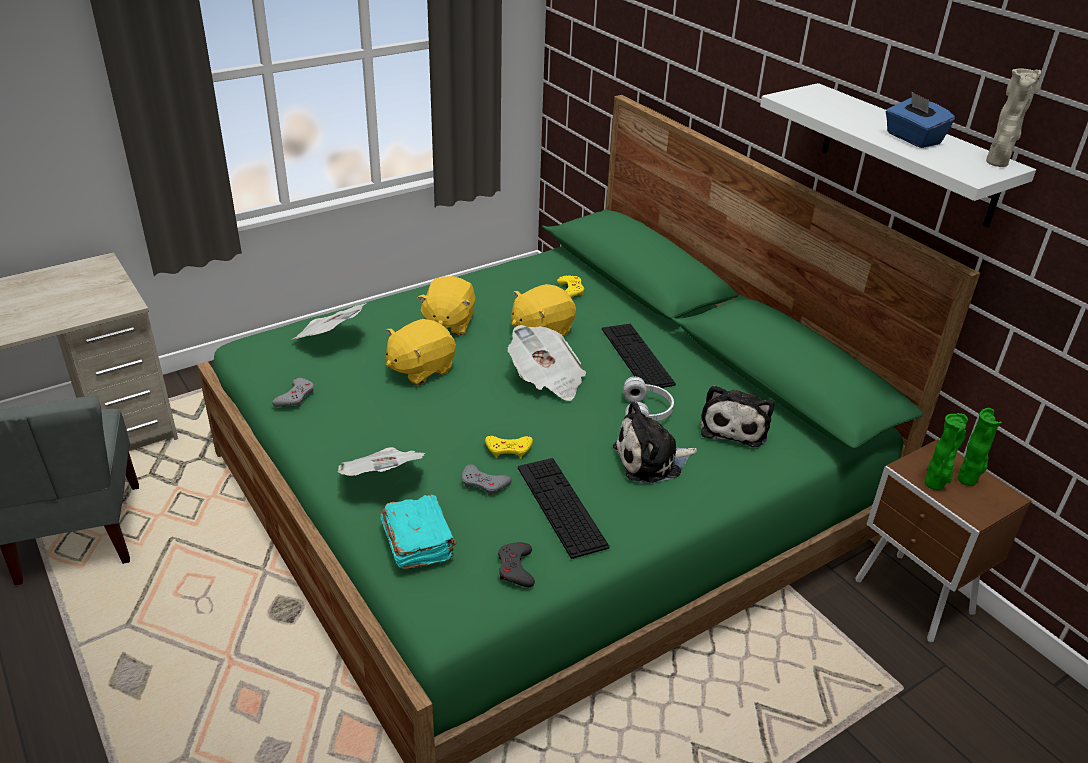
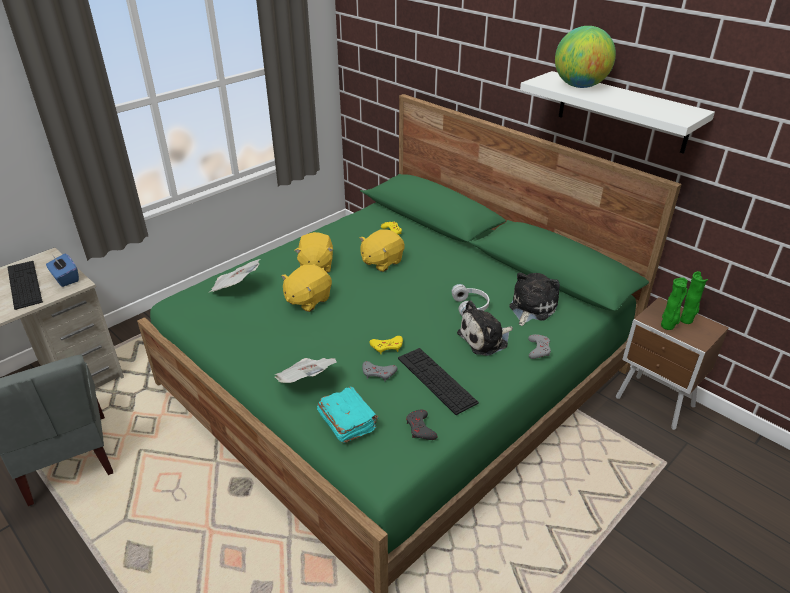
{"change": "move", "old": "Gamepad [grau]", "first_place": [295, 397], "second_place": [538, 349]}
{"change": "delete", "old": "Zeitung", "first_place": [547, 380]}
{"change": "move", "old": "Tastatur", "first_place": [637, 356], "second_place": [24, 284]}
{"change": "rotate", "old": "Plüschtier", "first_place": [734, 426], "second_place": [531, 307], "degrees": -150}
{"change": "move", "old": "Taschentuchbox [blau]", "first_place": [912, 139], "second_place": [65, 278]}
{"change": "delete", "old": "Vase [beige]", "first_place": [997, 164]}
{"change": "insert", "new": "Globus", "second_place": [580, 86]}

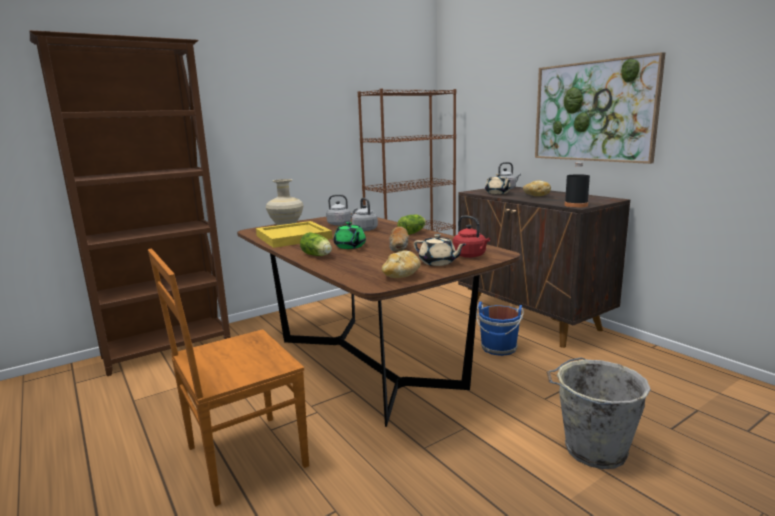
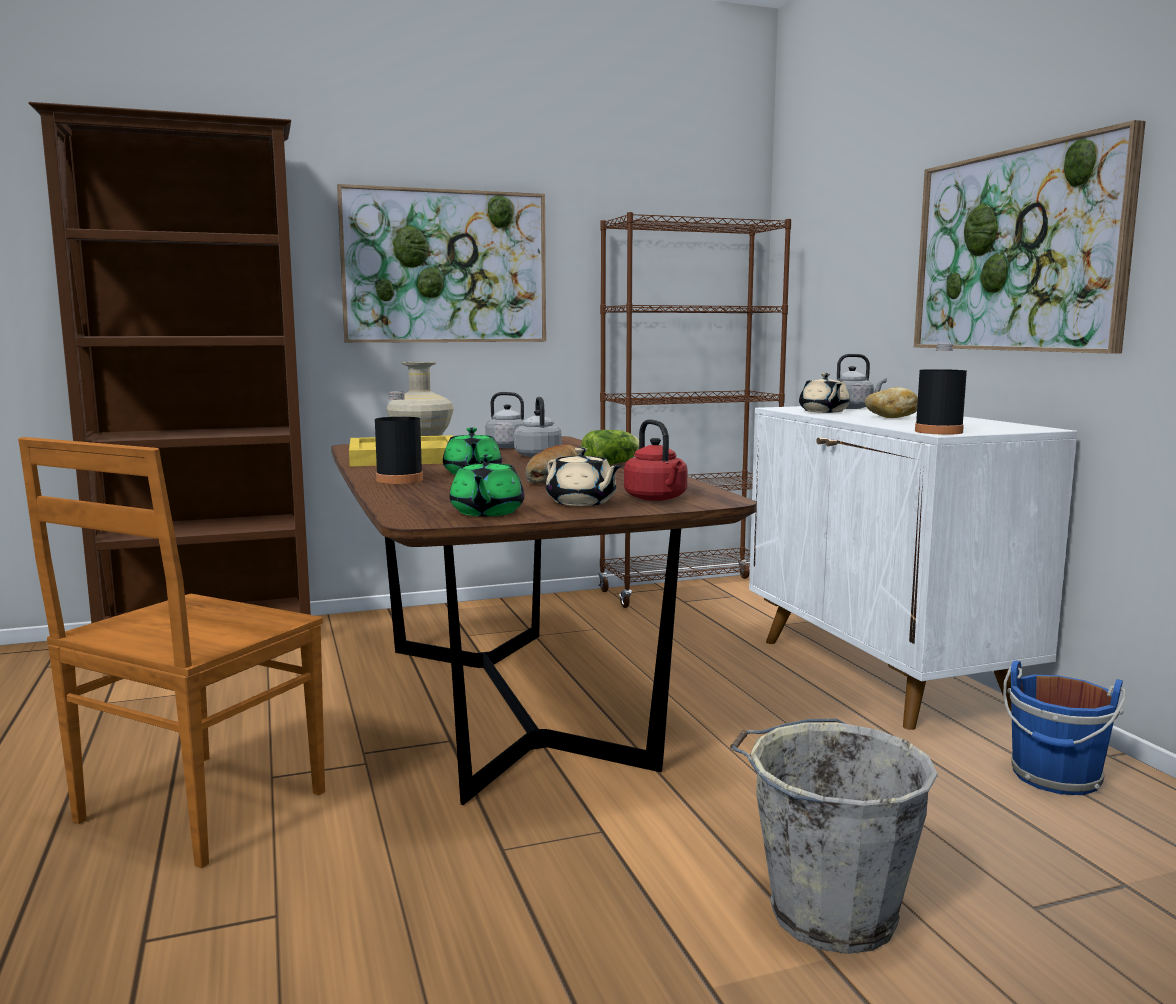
{"change": "rotate", "old": "Stuhl [braun]", "first_place": [242, 458], "second_place": [196, 809], "degrees": -45}
{"change": "replace", "old": "Salatkopf", "new": "Flasche [schwarz]", "first_place": [317, 256], "second_place": [399, 480]}
{"change": "replace", "old": "Brot", "new": "Teekanne [grün]", "first_place": [401, 276], "second_place": [486, 513]}
{"change": "recolor", "old": "Schrank [braun]", "new": "Schrank [weiß]", "first_place": [532, 319], "second_place": [882, 673]}
{"change": "move", "old": "Eimer [blau]", "first_place": [499, 348], "second_place": [1056, 778]}
{"change": "insert", "new": "Bild", "second_place": [445, 267]}

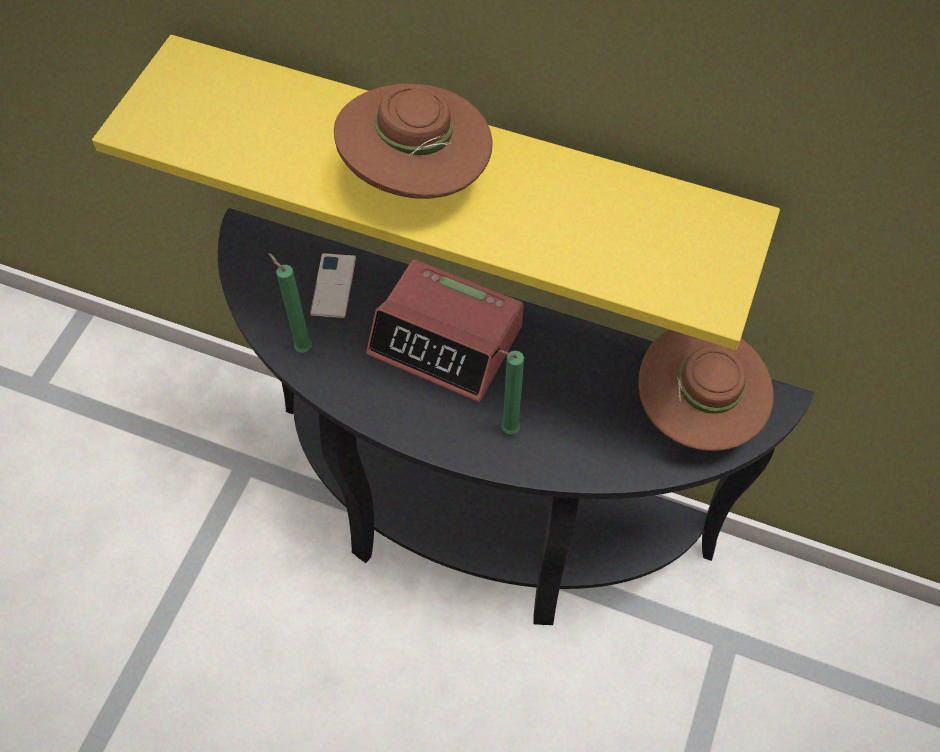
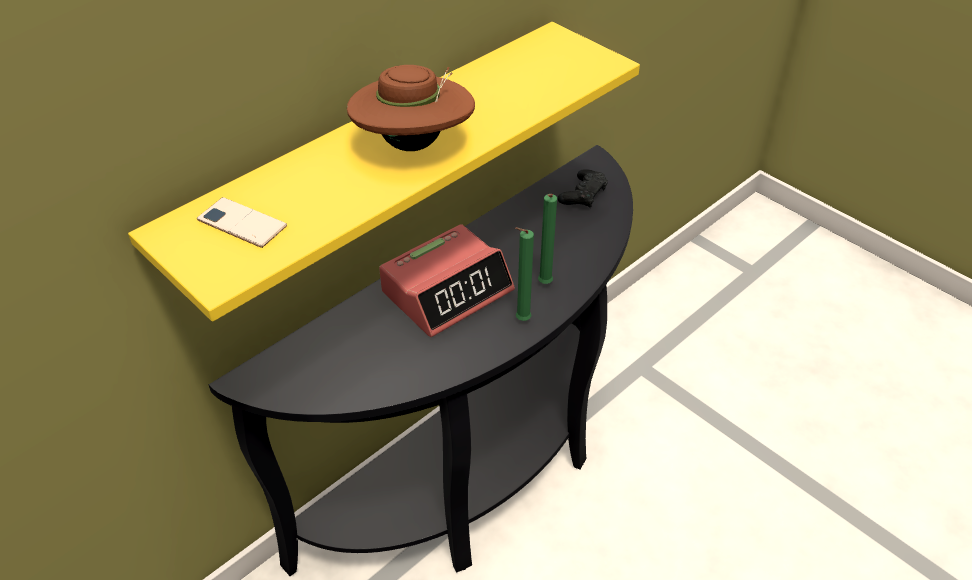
{"change": "move", "old": "Kerze [grün]", "first_place": [301, 347], "second_place": [520, 320]}
{"change": "move", "old": "Handy", "first_place": [333, 286], "second_place": [242, 223]}
{"change": "replace", "old": "Hut [braun]", "new": "Gamepad [schwarz]", "first_place": [696, 412], "second_place": [583, 194]}

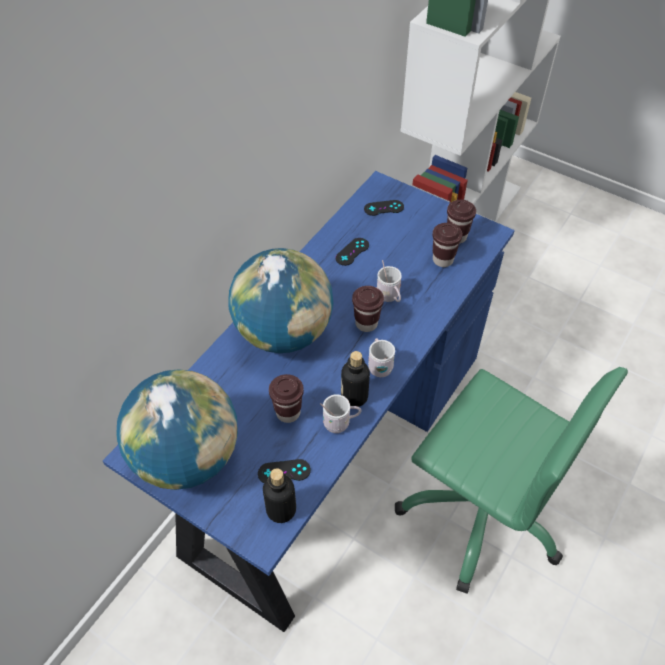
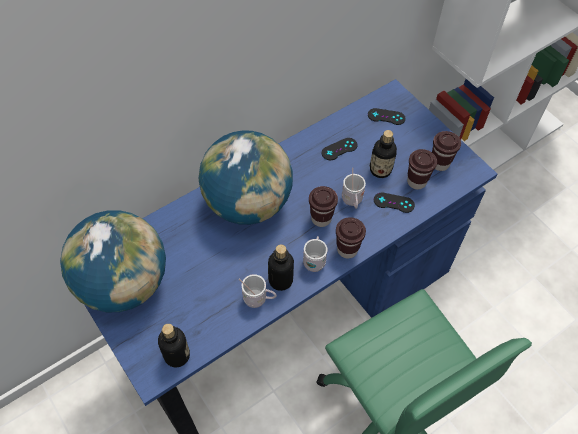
{"change": "move", "old": "Gamepad [schwarz]", "first_place": [284, 472], "second_place": [394, 202]}
{"change": "move", "old": "Tasse [braun]", "first_place": [288, 413], "second_place": [347, 249]}
{"change": "insert", "new": "Flasche", "second_place": [380, 170]}

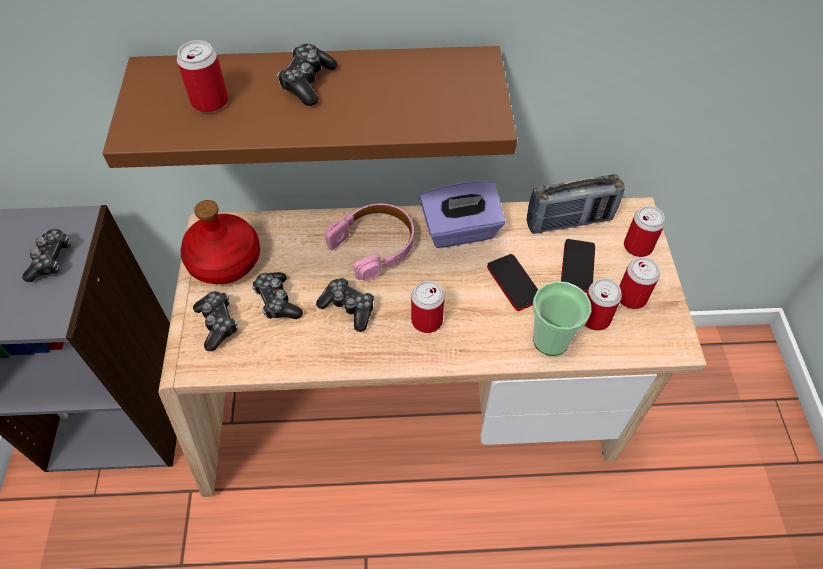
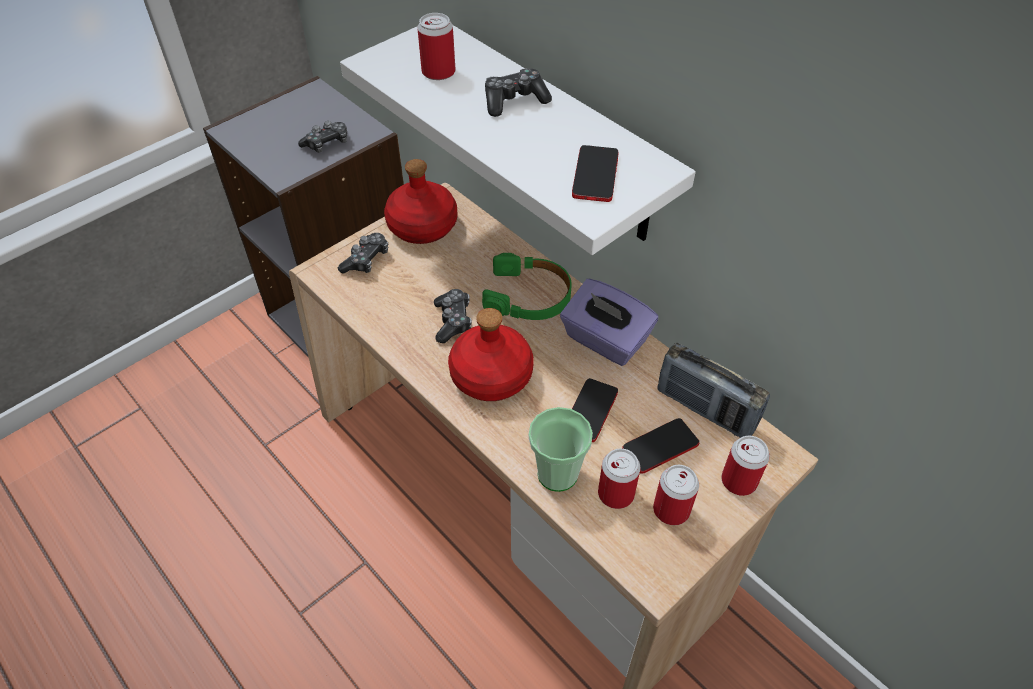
{"change": "recolor", "old": "Wandregal [braun]", "new": "Wandregal [weiß]", "first_place": [321, 95], "second_place": [552, 132]}
{"change": "delete", "old": "Gamepad", "first_place": [277, 301]}
{"change": "recolor", "old": "Kopfhörer [rosa]", "new": "Kopfhörer [grün]", "first_place": [374, 245], "second_place": [528, 297]}
{"change": "replace", "old": "Dose", "new": "Flasche [rot]", "first_place": [427, 320], "second_place": [490, 376]}
{"change": "insert", "new": "Handy", "second_place": [595, 175]}

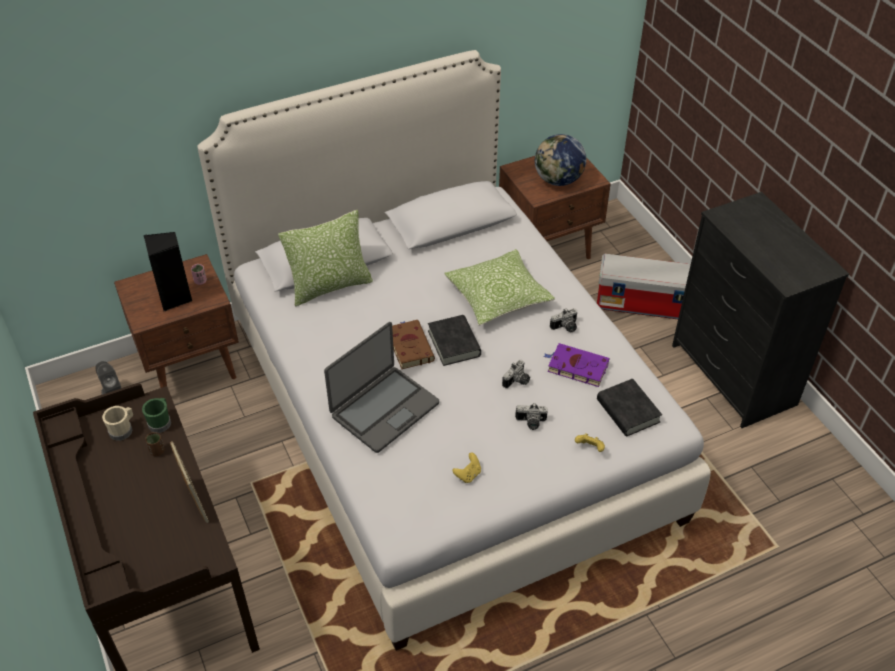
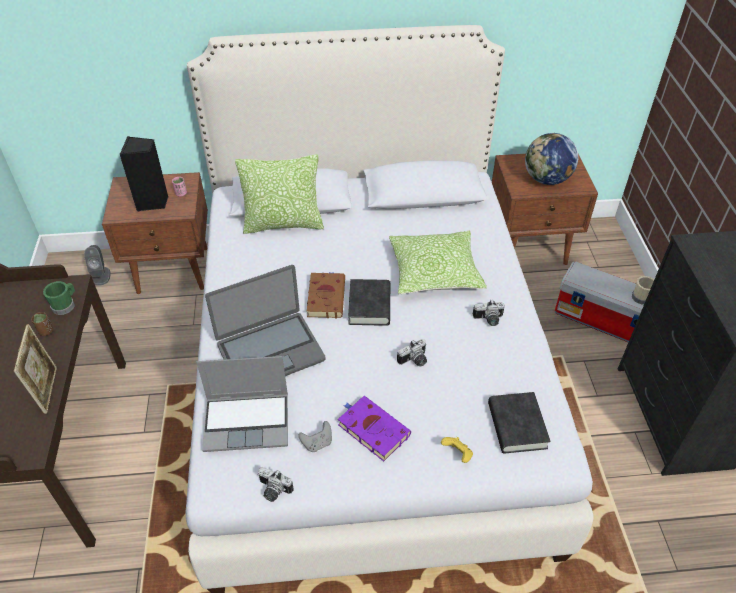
{"change": "move", "old": "Henkelbecher [beige]", "first_place": [123, 430], "second_place": [642, 297]}
{"change": "recolor", "old": "Gamepad [gelb]", "new": "Gamepad [grau]", "first_place": [468, 474], "second_place": [317, 443]}
{"change": "move", "old": "Kamera", "first_place": [530, 423], "second_place": [273, 491]}
{"change": "move", "old": "Buch [lila]", "first_place": [576, 367], "second_place": [372, 429]}
{"change": "insert", "new": "Laptop", "second_place": [248, 421]}

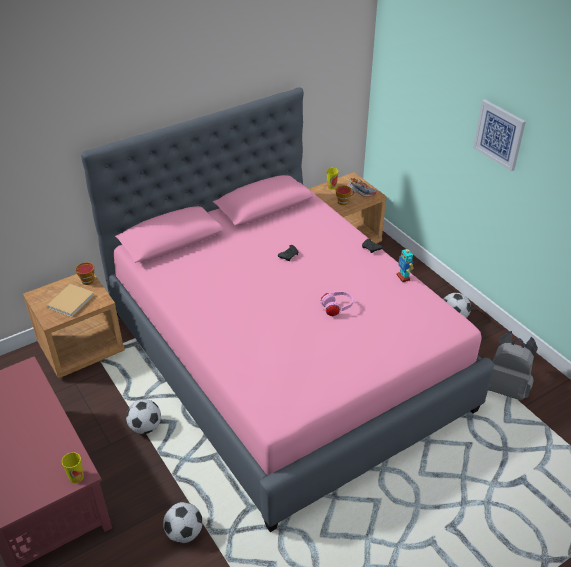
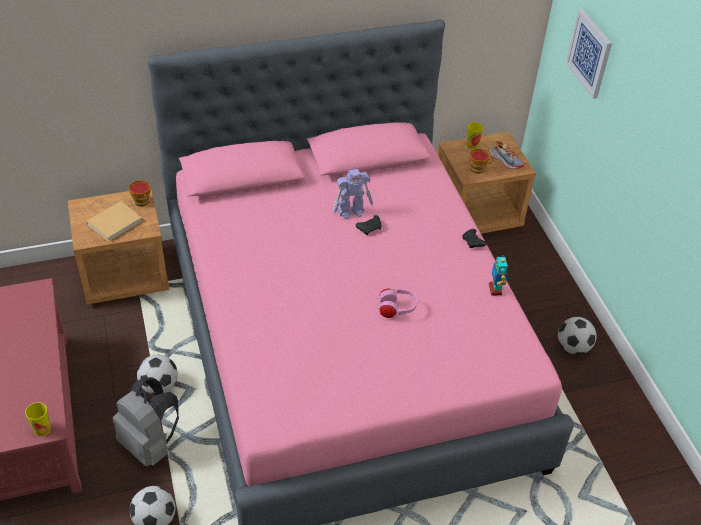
{"change": "move", "old": "Bild", "first_place": [499, 134], "second_place": [590, 53]}
{"change": "move", "old": "Rucksack [grau]", "first_place": [505, 387], "second_place": [150, 444]}
{"change": "insert", "new": "Spielzeugroboter", "second_place": [352, 212]}

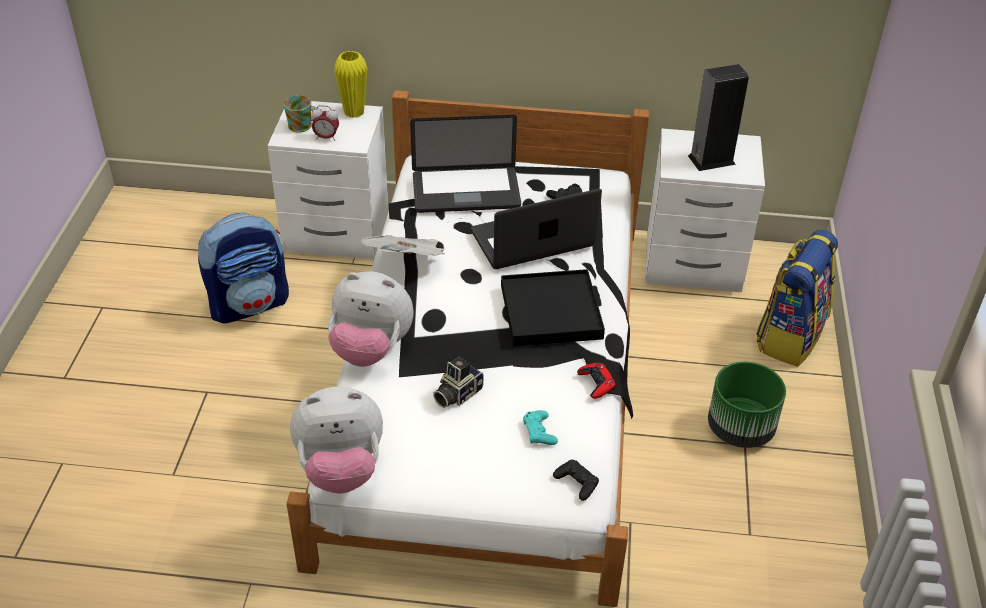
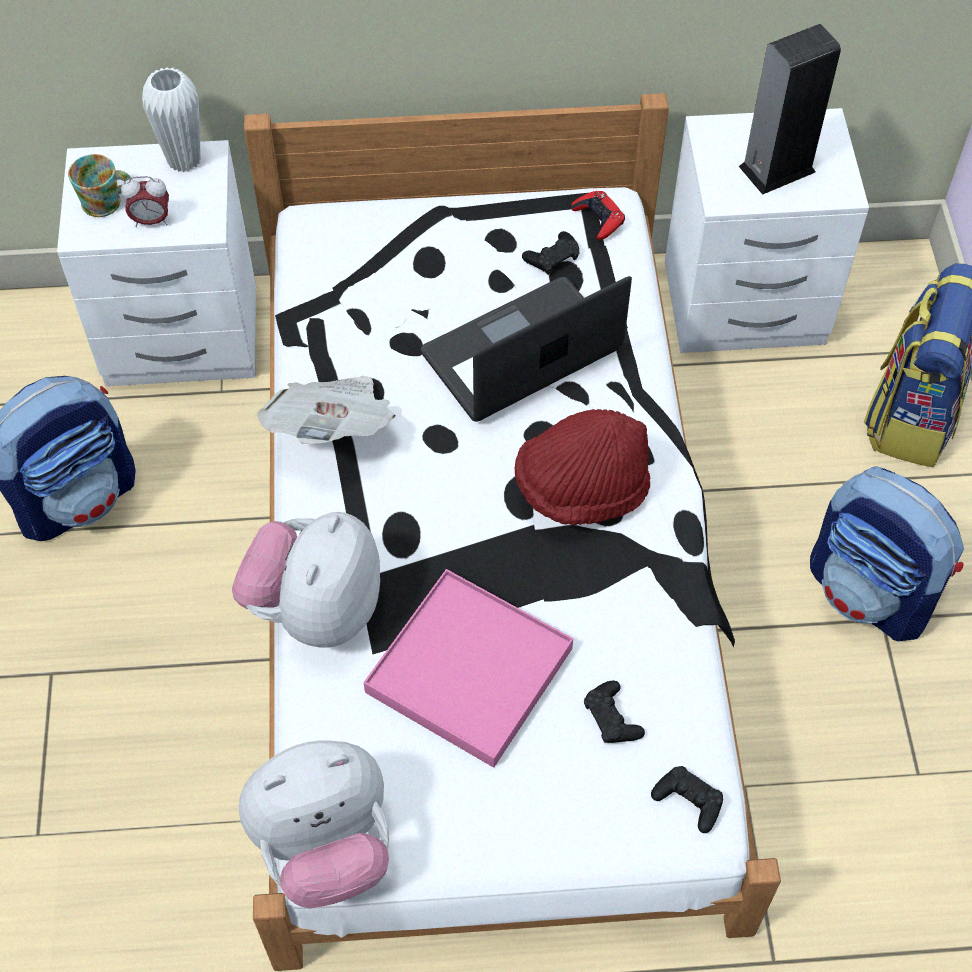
{"change": "rotate", "old": "Plüschtier", "first_place": [371, 349], "second_place": [316, 608], "degrees": 105}
{"change": "recolor", "old": "Vase [gelb]", "new": "Vase [weiß]", "first_place": [354, 112], "second_place": [184, 160]}
{"change": "delete", "old": "Laptop", "first_place": [466, 191]}
{"change": "replace", "old": "Kamera", "new": "Tablett [rosa]", "first_place": [456, 394], "second_place": [470, 670]}
{"change": "replace", "old": "Tablett [schwarz]", "new": "Hut [rot]", "first_place": [551, 312], "second_place": [581, 489]}
{"change": "recolor", "old": "Gamepad [türkis]", "new": "Gamepad [schwarz]", "first_place": [539, 432], "second_place": [612, 718]}
{"change": "move", "old": "Gamepad [rot]", "first_place": [596, 383], "second_place": [598, 218]}
{"change": "replace", "old": "Pflanzkübel [grün]", "new": "Rucksack", "first_place": [741, 429], "second_place": [871, 592]}

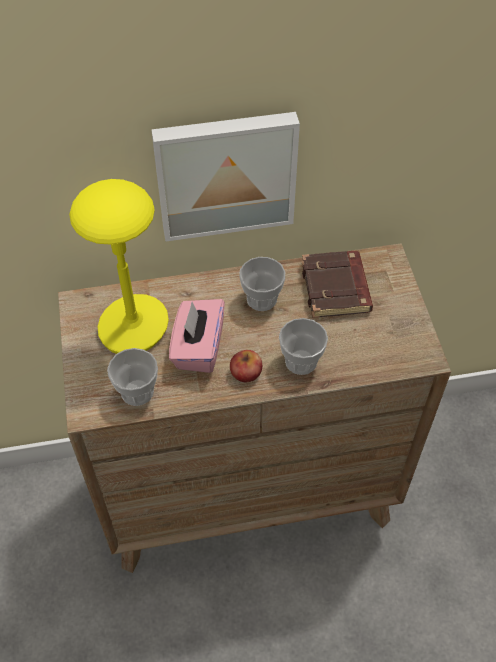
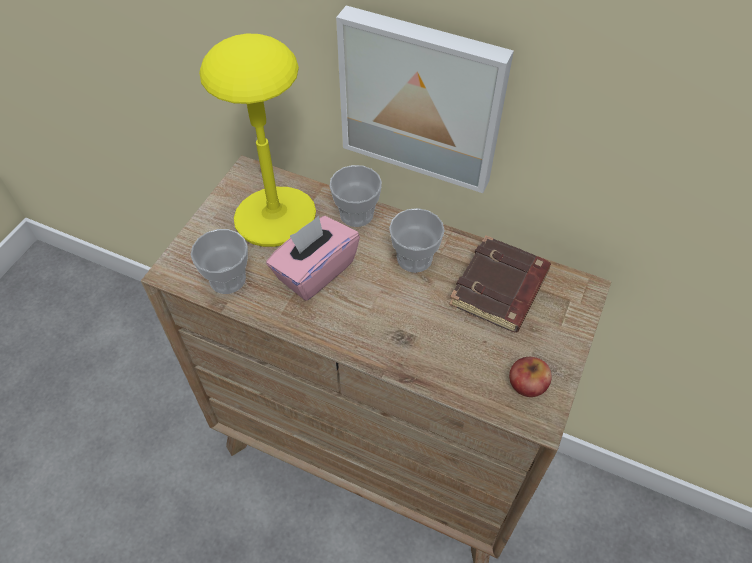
{"change": "move", "old": "Apfel", "first_place": [246, 372], "second_place": [527, 383]}
{"change": "move", "old": "Tasse", "first_place": [301, 361], "second_place": [356, 214]}

